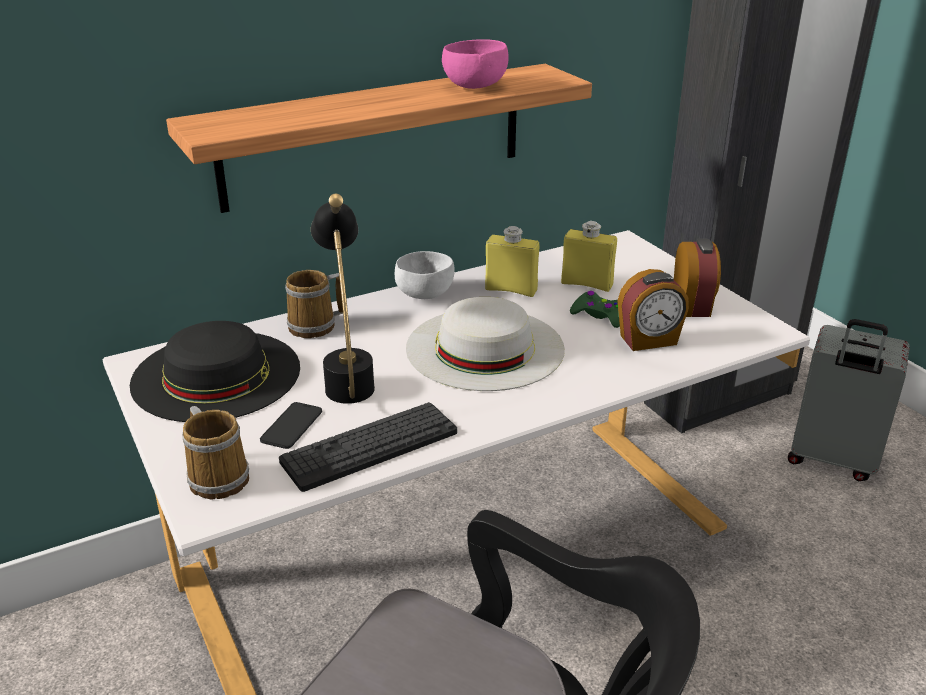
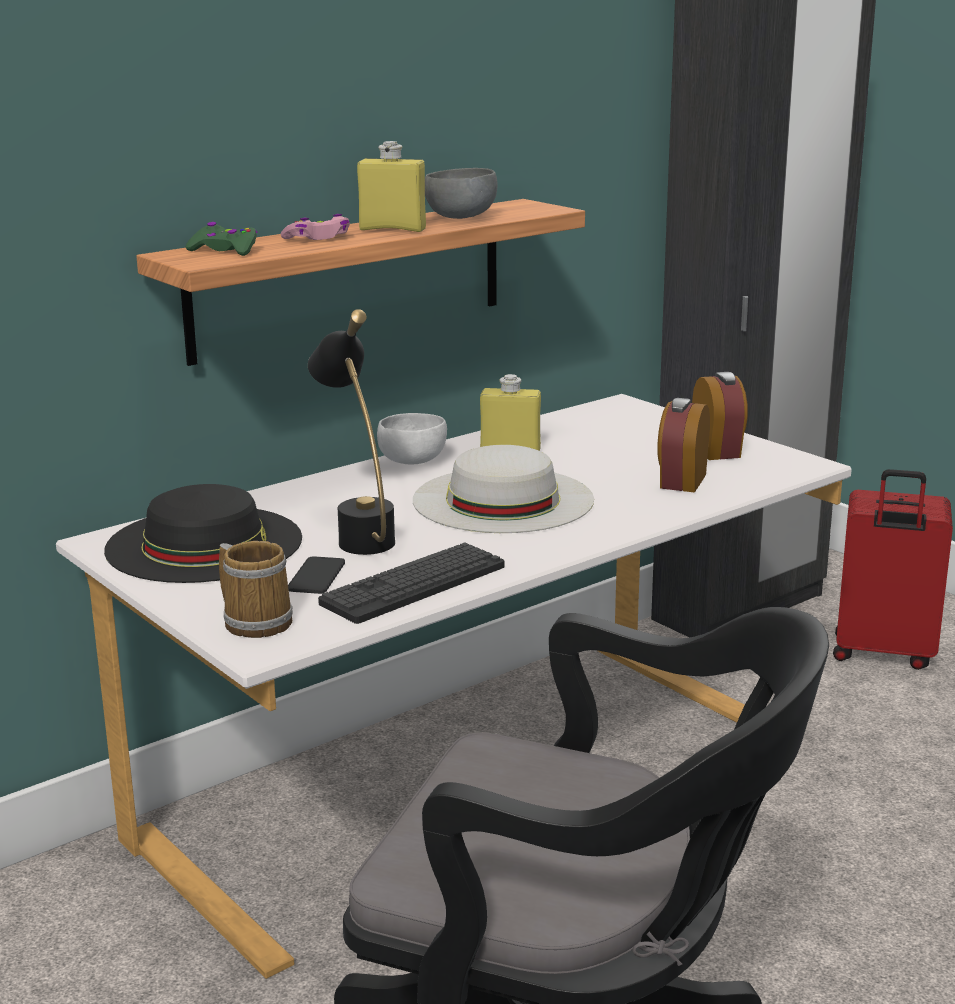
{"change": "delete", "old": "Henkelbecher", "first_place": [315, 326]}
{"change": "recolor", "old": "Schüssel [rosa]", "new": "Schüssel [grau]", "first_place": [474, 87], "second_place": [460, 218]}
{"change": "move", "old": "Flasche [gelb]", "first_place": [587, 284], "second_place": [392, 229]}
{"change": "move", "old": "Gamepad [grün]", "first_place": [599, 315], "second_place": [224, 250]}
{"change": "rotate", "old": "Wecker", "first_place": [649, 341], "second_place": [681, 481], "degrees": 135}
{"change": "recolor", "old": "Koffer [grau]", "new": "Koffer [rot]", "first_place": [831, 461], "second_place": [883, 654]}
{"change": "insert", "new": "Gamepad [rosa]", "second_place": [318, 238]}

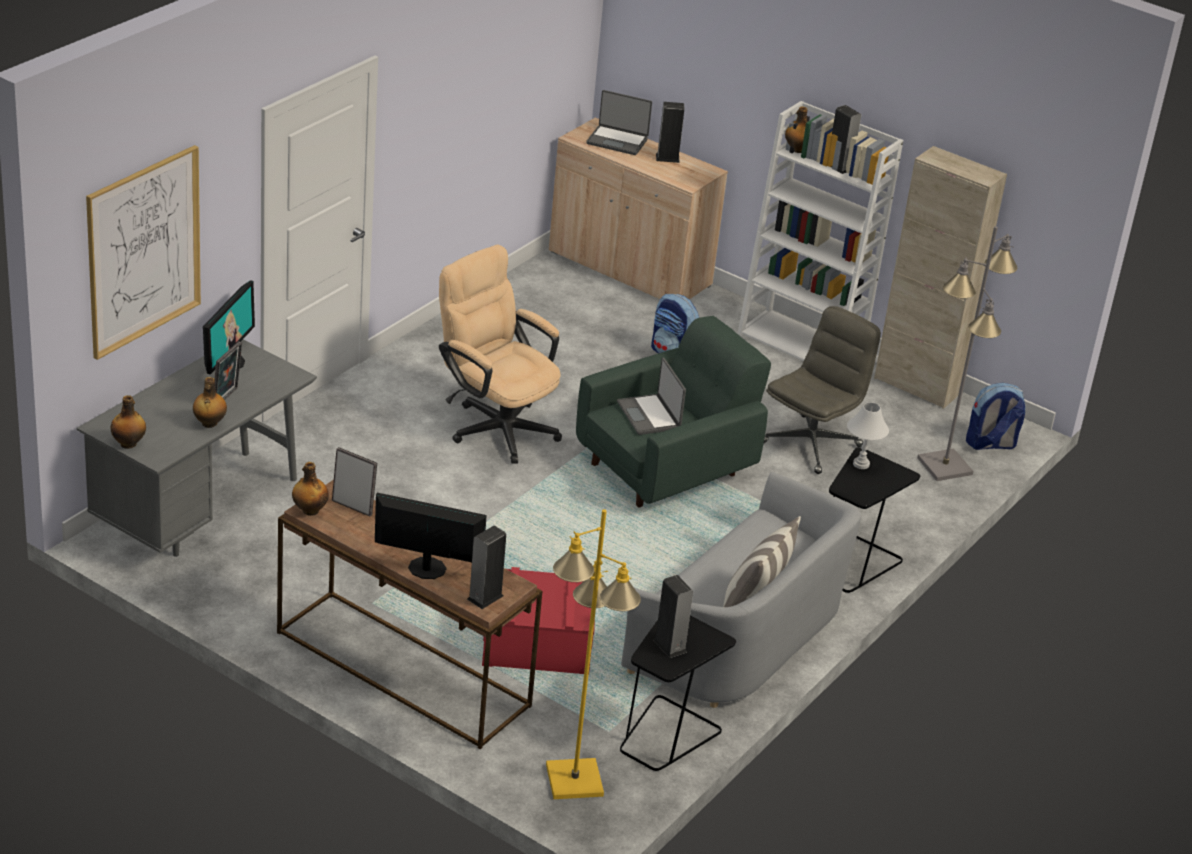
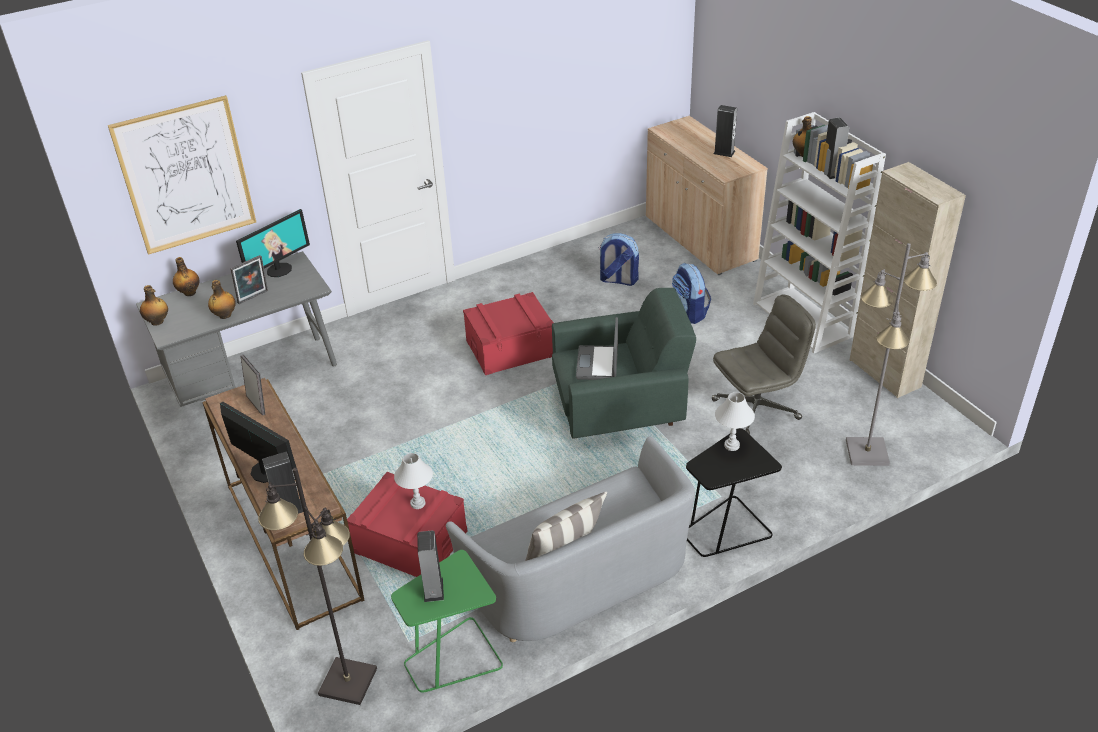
{"change": "move", "old": "Flasche", "first_place": [310, 510], "second_place": [189, 292]}
{"change": "replace", "old": "Bürostuhl [beige]", "new": "Aufbewahrungsbox [rot]", "first_place": [496, 425], "second_place": [510, 348]}
{"change": "recolor", "old": "Stehlampe [gelb]", "new": "Stehlampe [schwarz]", "first_place": [573, 780], "second_place": [347, 681]}
{"change": "delete", "old": "Laptop", "first_place": [617, 141]}
{"change": "recolor", "old": "Beistelltisch [schwarz]", "new": "Beistelltisch [grün]", "first_place": [666, 735], "second_place": [452, 659]}
{"change": "move", "old": "Rucksack", "first_place": [990, 444], "second_place": [618, 280]}
{"change": "insert", "new": "Tischlampe [weiß]", "second_place": [418, 503]}

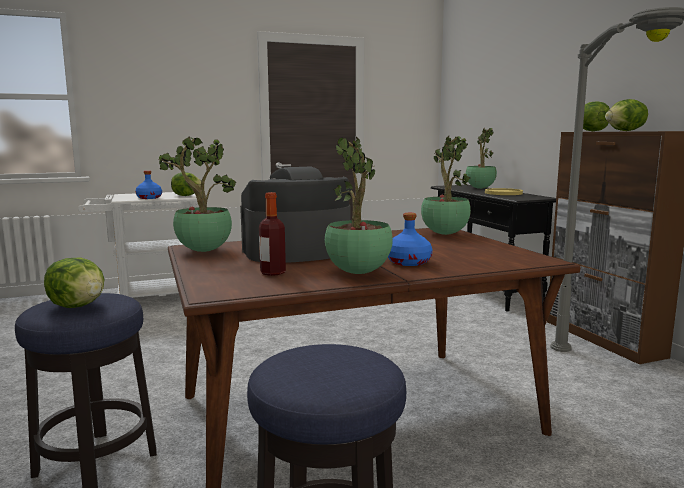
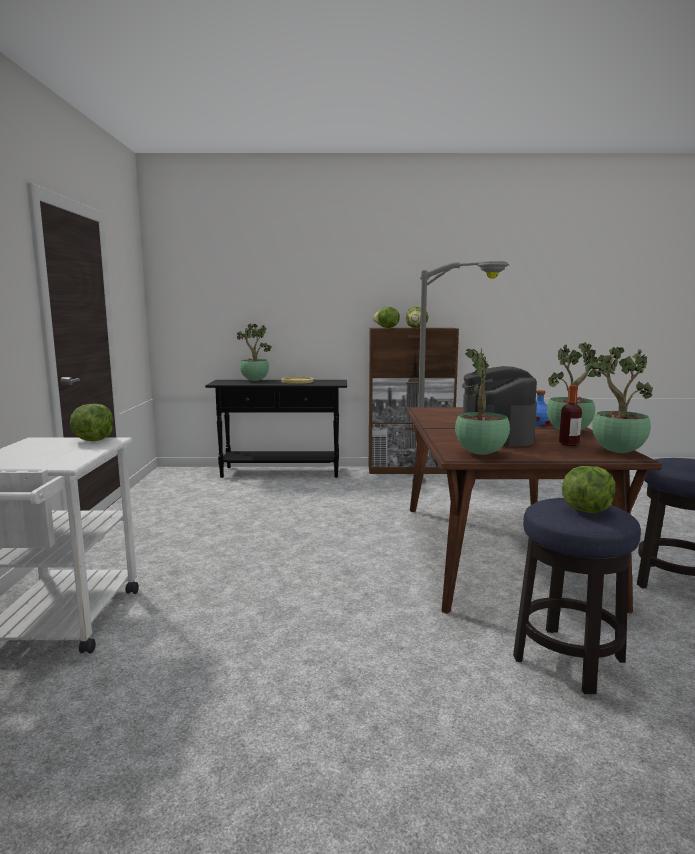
{"change": "delete", "old": "Flasche [blau]", "first_place": [149, 198]}
{"change": "move", "old": "Topfpflanze", "first_place": [444, 234], "second_place": [616, 452]}

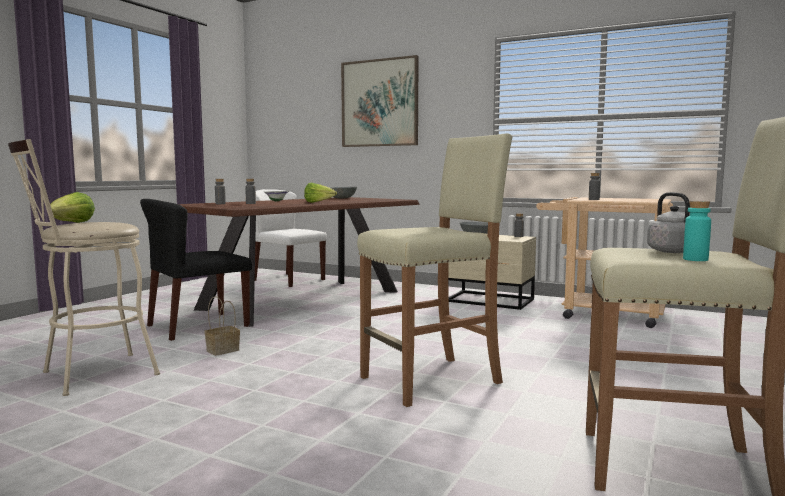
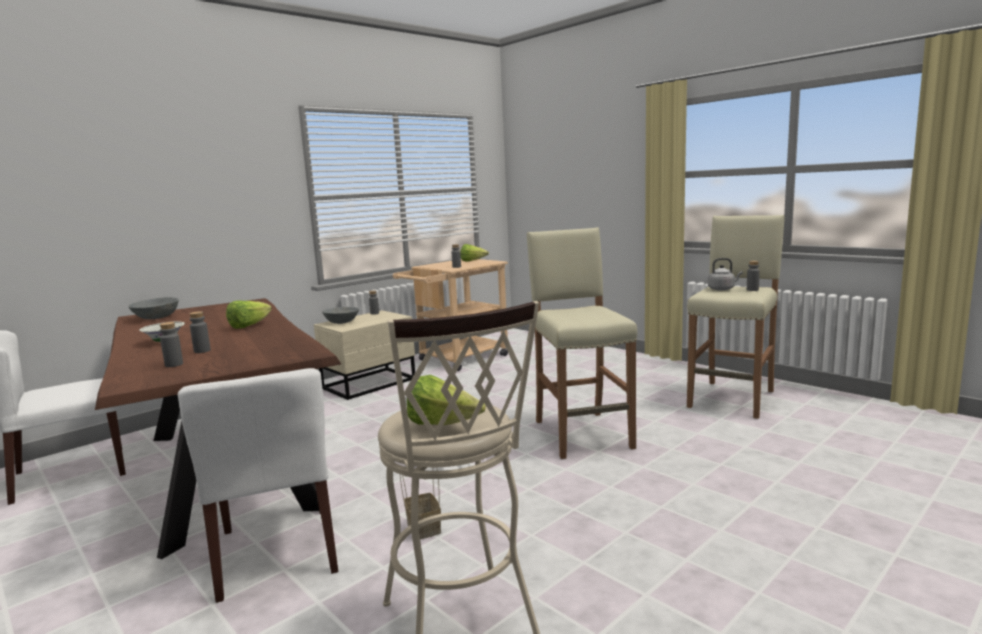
{"change": "recolor", "old": "Stuhl [schwarz]", "new": "Stuhl [weiß]", "first_place": [197, 326], "second_place": [278, 551]}
{"change": "delete", "old": "Bild", "first_place": [379, 103]}
{"change": "recolor", "old": "Flasche [türkis]", "new": "Flasche [grau]", "first_place": [695, 259], "second_place": [752, 290]}
{"change": "insert", "new": "Salatkopf", "second_place": [473, 261]}

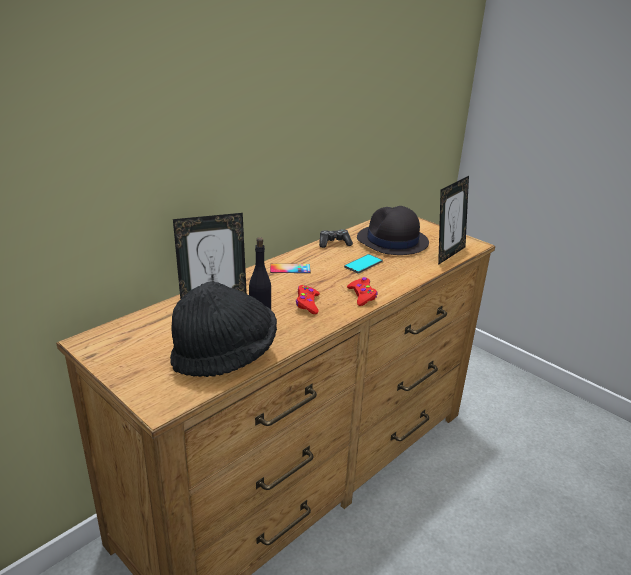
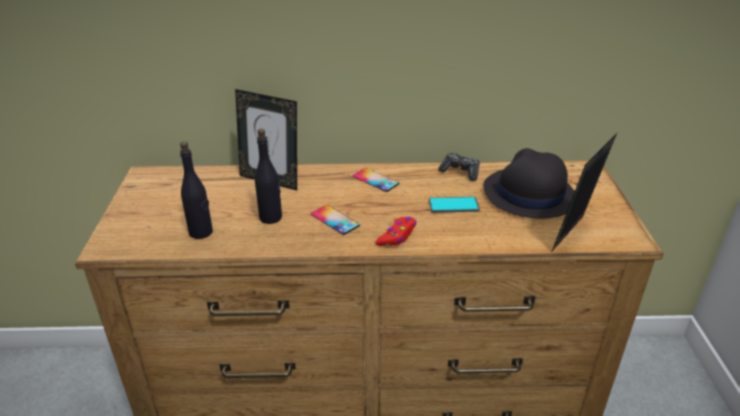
{"change": "replace", "old": "Hut [schwarz]", "new": "Flasche [schwarz]", "first_place": [225, 356], "second_place": [201, 232]}
{"change": "replace", "old": "Gamepad [rot]", "new": "Handy", "first_place": [307, 304], "second_place": [335, 220]}
{"change": "rotate", "old": "Bilderrahmen", "first_place": [448, 254], "second_place": [573, 235], "degrees": 135}

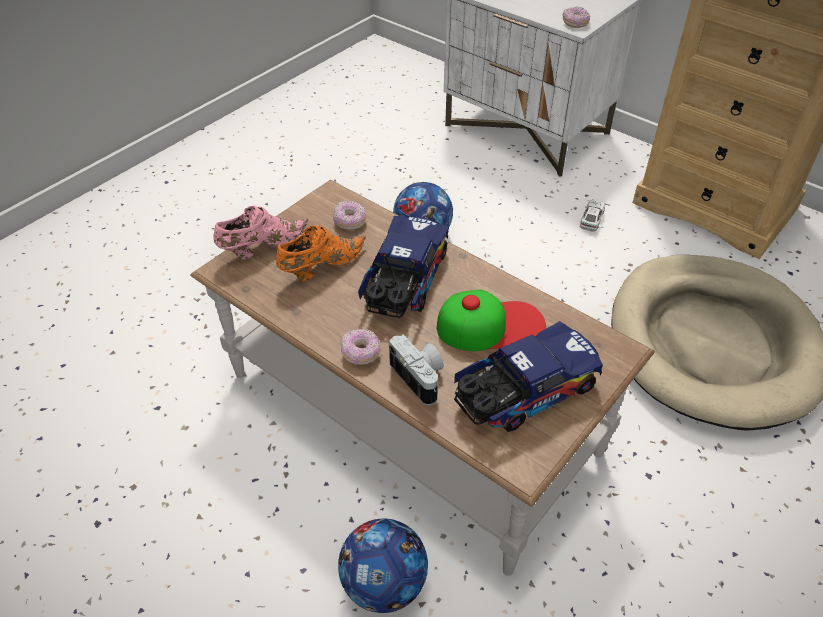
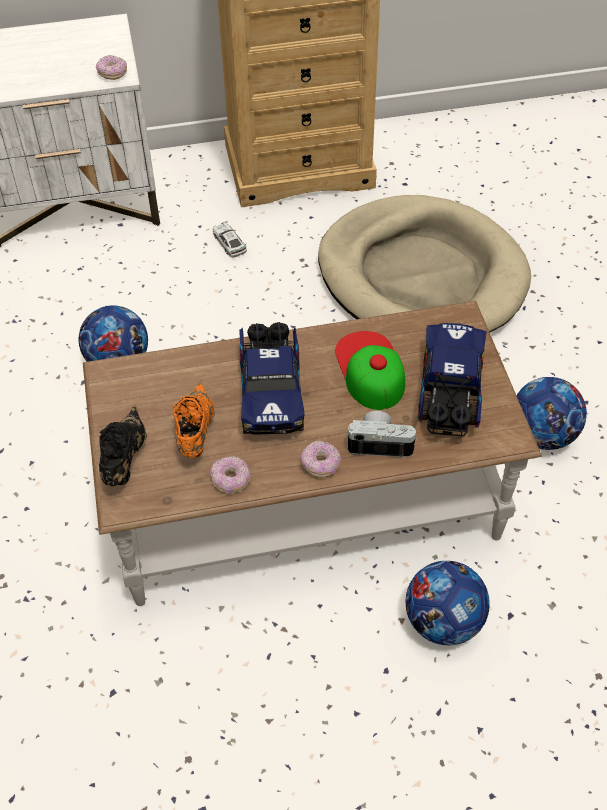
{"change": "recolor", "old": "Schuh [rosa]", "new": "Schuh [schwarz]", "first_place": [261, 247], "second_place": [124, 460]}
{"change": "move", "old": "Donut", "first_place": [349, 221], "second_place": [231, 480]}
{"change": "rotate", "old": "Spielzeuglaster", "first_place": [404, 282], "second_place": [271, 391], "degrees": -150}
{"change": "rotate", "old": "Kappe", "first_place": [491, 325], "second_place": [370, 369], "degrees": -45}
{"change": "insert", "new": "Fußball", "second_place": [542, 435]}

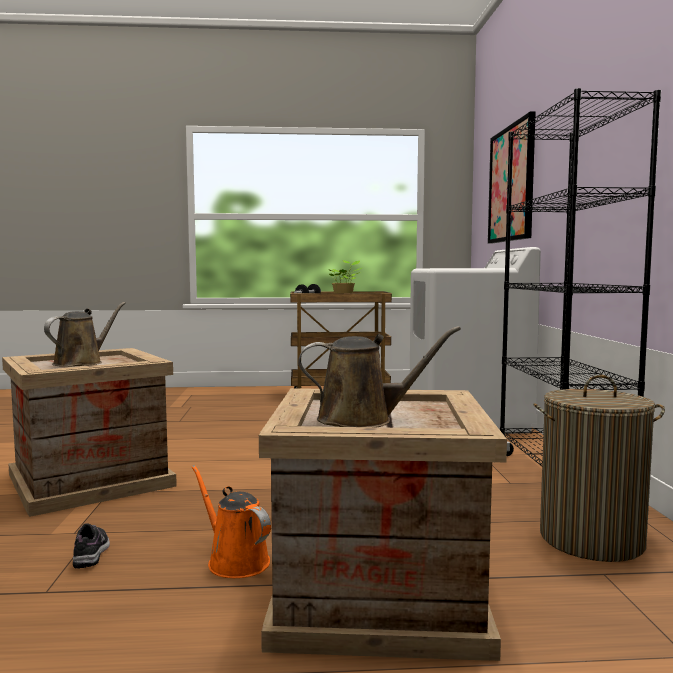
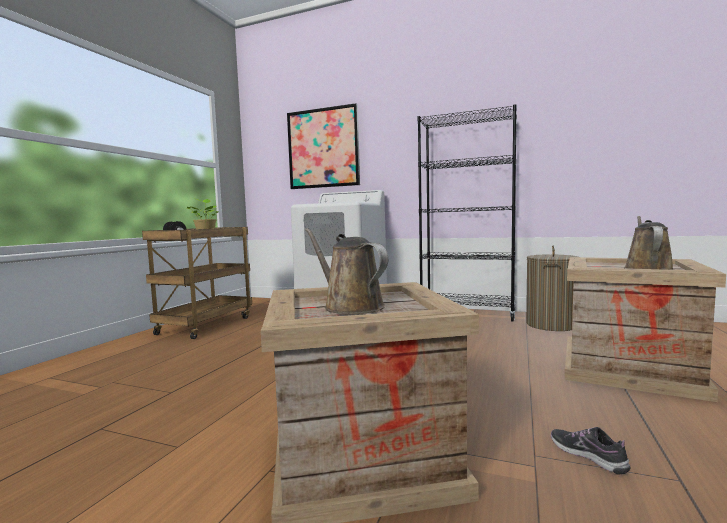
{"change": "rotate", "old": "Schuh", "first_place": [91, 553], "second_place": [588, 456], "degrees": 45}
{"change": "delete", "old": "Gießkanne [orange]", "first_place": [234, 561]}

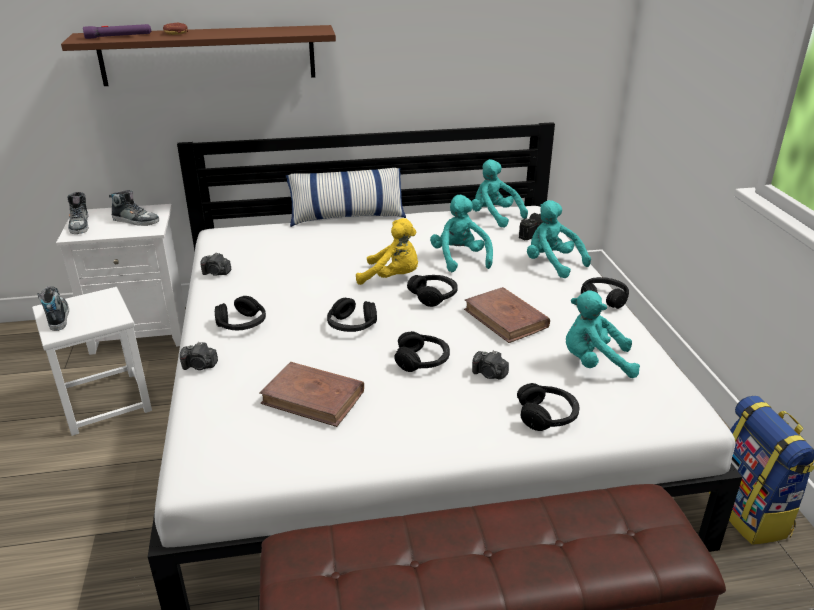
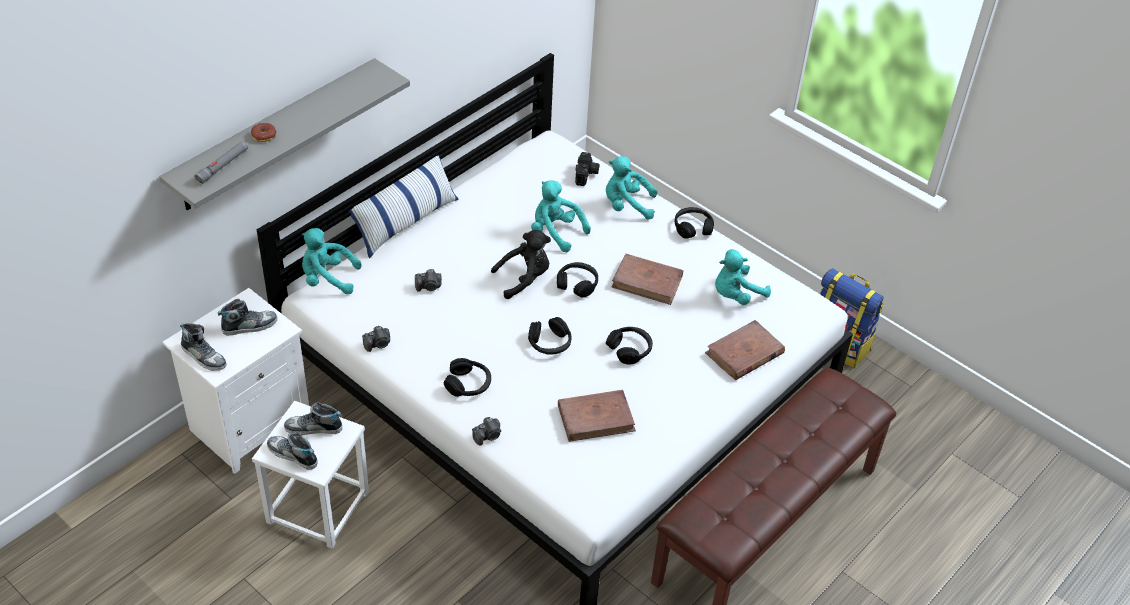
{"change": "recolor", "old": "Wandregal [braun]", "new": "Wandregal [grau]", "first_place": [208, 55], "second_place": [275, 135]}
{"change": "recolor", "old": "Taschenlampe [lila]", "new": "Taschenlampe [grau]", "first_place": [118, 36], "second_place": [223, 166]}
{"change": "recolor", "old": "Plüschtier [gelb]", "new": "Plüschtier [schwarz]", "first_place": [392, 278], "second_place": [524, 279]}
{"change": "move", "old": "Plüschtier [türkis]", "first_place": [494, 217], "second_place": [327, 279]}
{"change": "move", "old": "Kamera", "first_place": [489, 374], "second_place": [429, 287]}
{"change": "replace", "old": "Kopfhörer [schwarz]", "new": "Buch [braun]", "first_place": [547, 415], "second_place": [744, 353]}
{"change": "insert", "new": "Schuh", "second_place": [313, 428]}

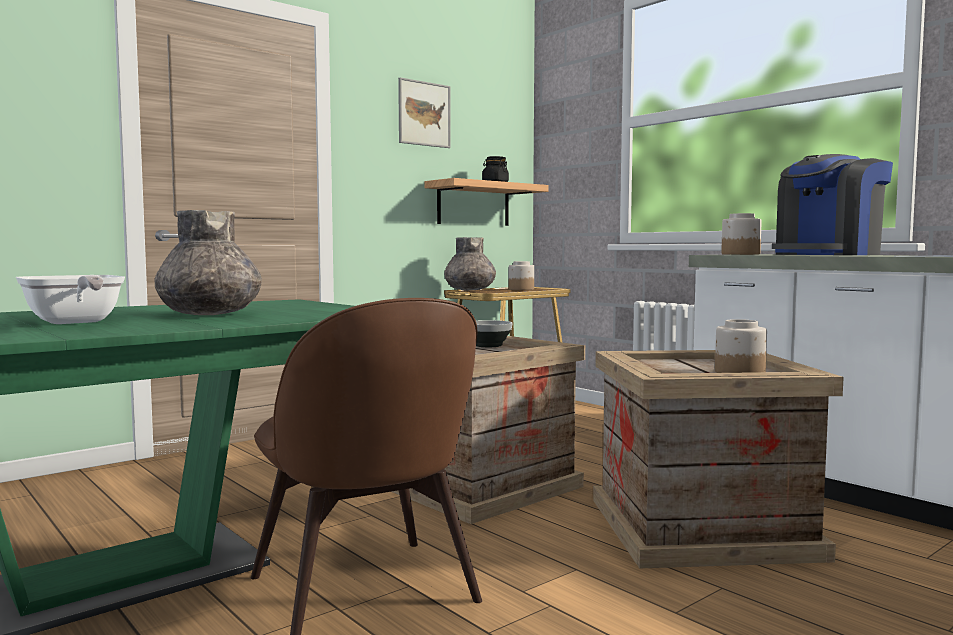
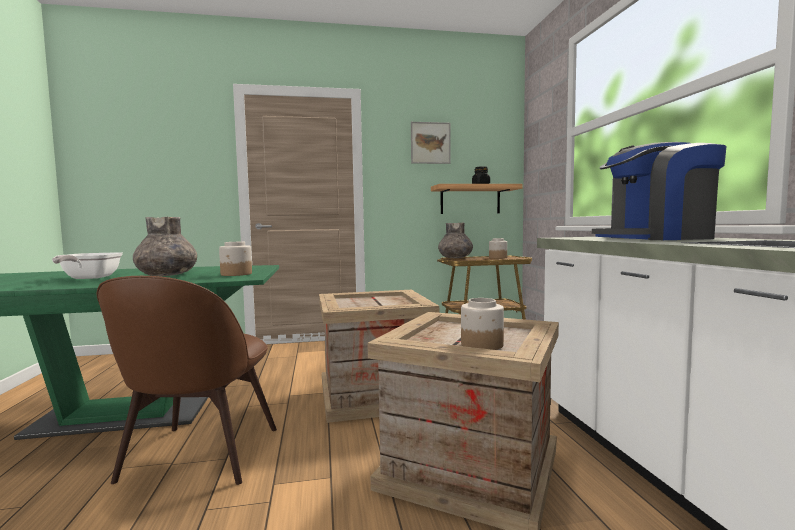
{"change": "delete", "old": "Schüssel", "first_place": [488, 345]}
{"change": "move", "old": "Vorratsglas", "first_place": [741, 254], "second_place": [236, 274]}

